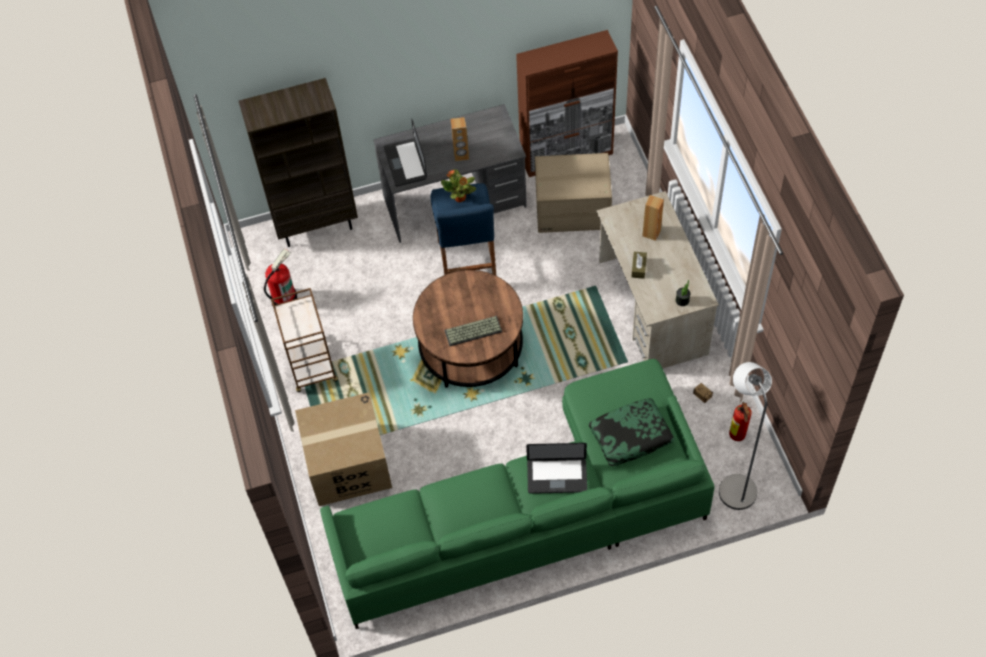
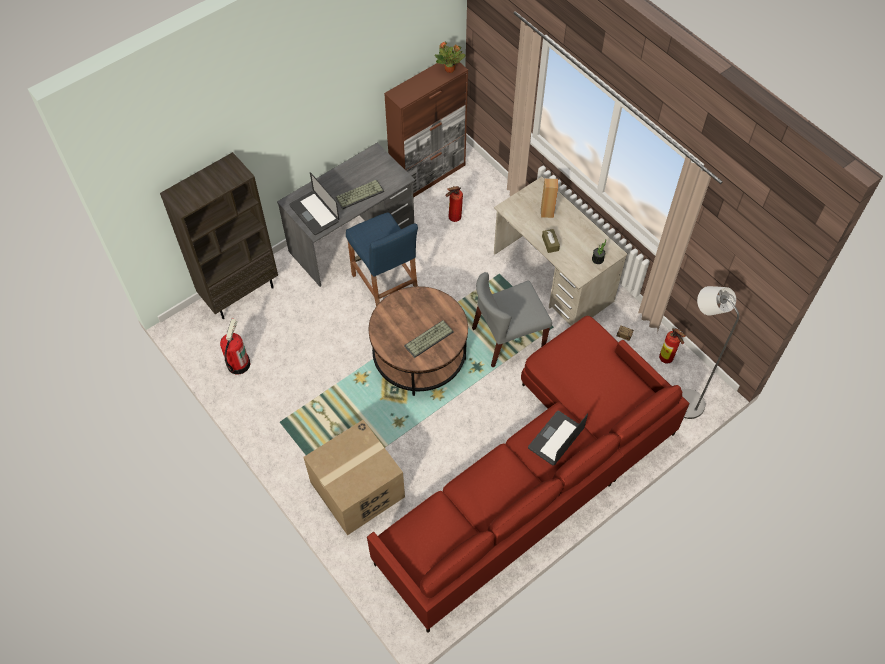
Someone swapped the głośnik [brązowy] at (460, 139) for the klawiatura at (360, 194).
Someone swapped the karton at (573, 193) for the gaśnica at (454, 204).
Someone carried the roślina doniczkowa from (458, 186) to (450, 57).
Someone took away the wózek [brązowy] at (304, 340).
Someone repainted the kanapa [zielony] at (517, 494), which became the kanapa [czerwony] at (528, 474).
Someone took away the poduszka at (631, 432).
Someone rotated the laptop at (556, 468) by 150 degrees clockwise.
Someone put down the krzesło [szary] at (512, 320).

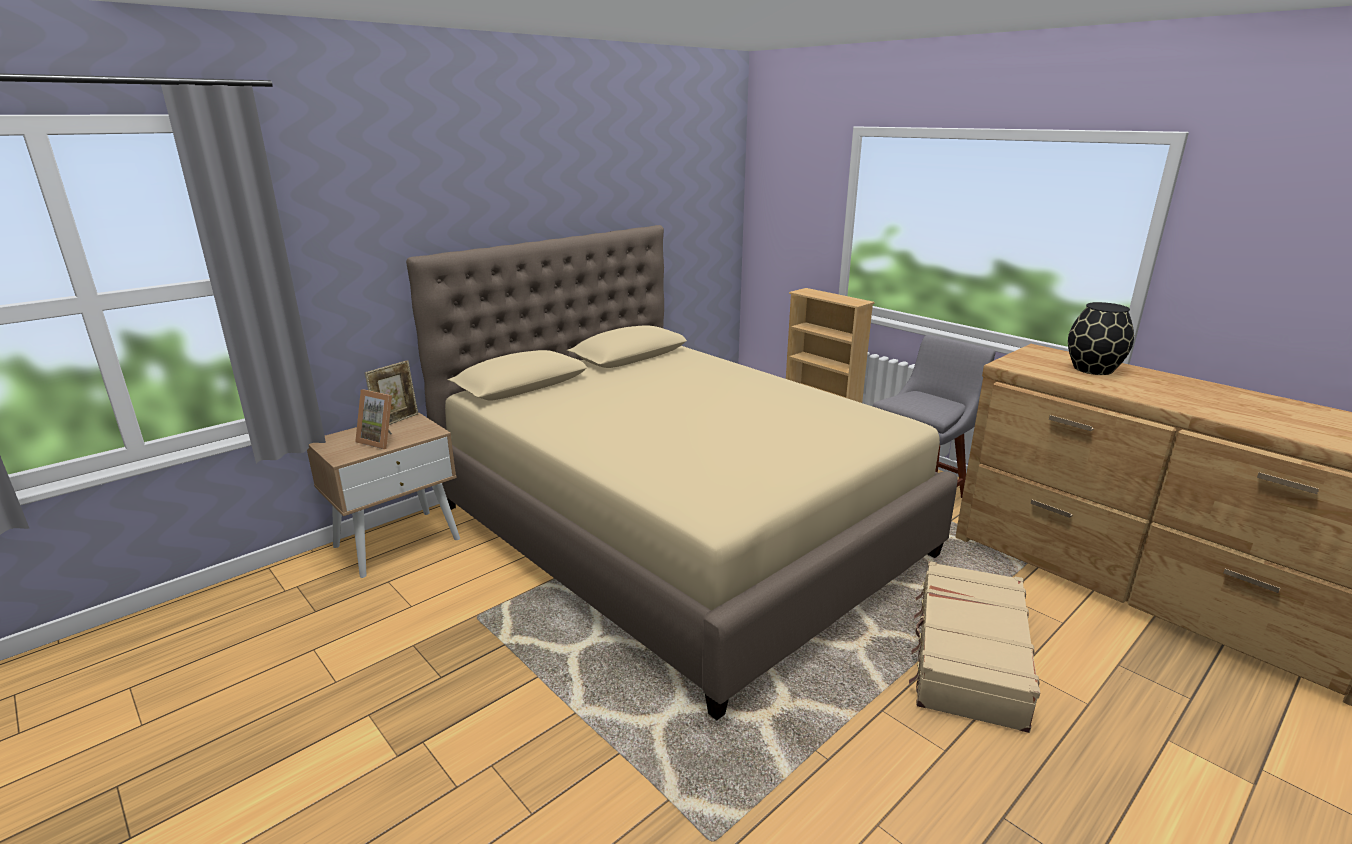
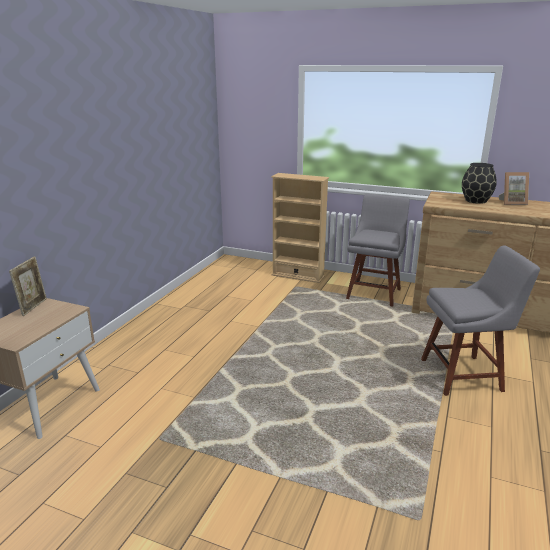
Someone took away the łóżko [beżowy] at (682, 472).
Someone carried the ramka na zdjęcie from (373, 419) to (514, 188).
Someone swapped the walizka [beżowy] at (974, 647) for the krzesło [szary] at (480, 320).

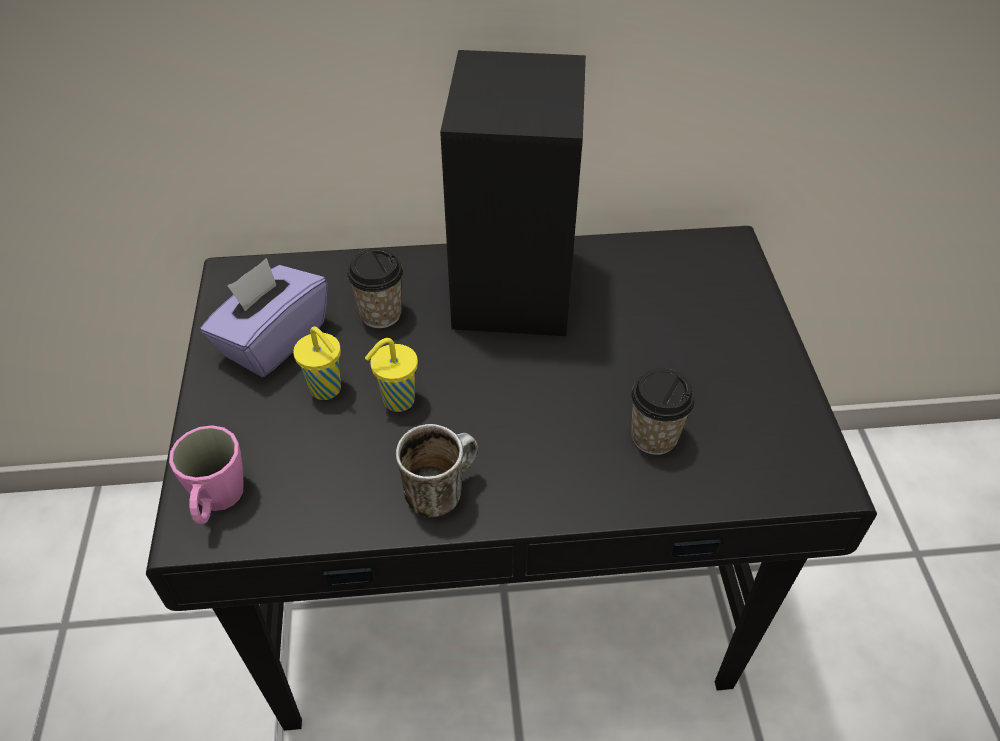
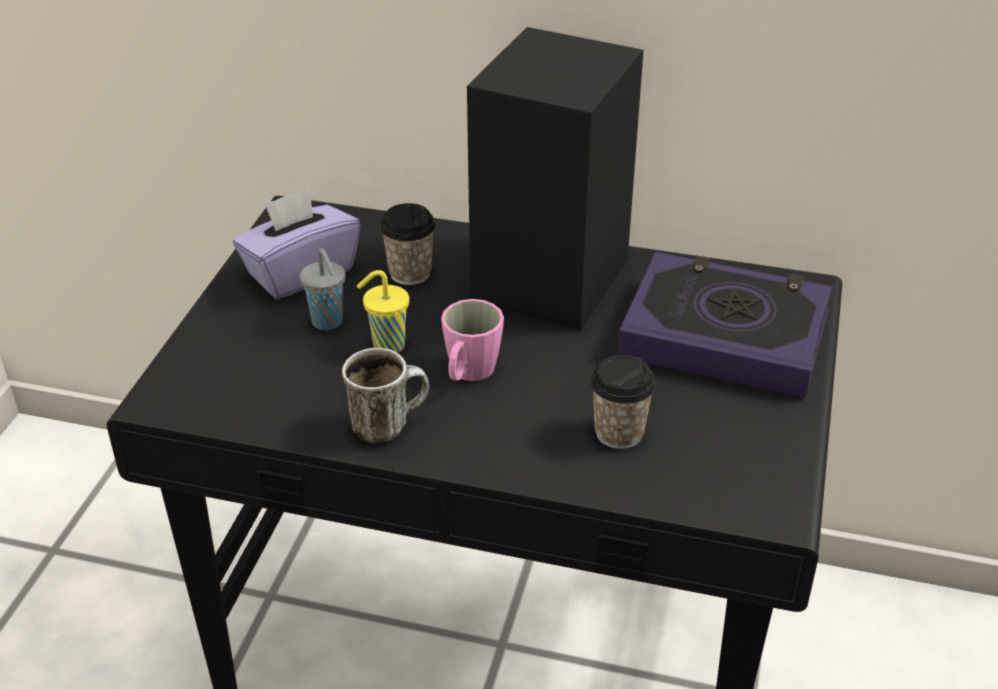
Someone repainted the filiżanka [żółty] at (317, 363), which became the filiżanka [szary] at (322, 289).
Someone carried the kubek [różowy] from (206, 474) to (472, 340).
Someone put down the książka at (725, 325).

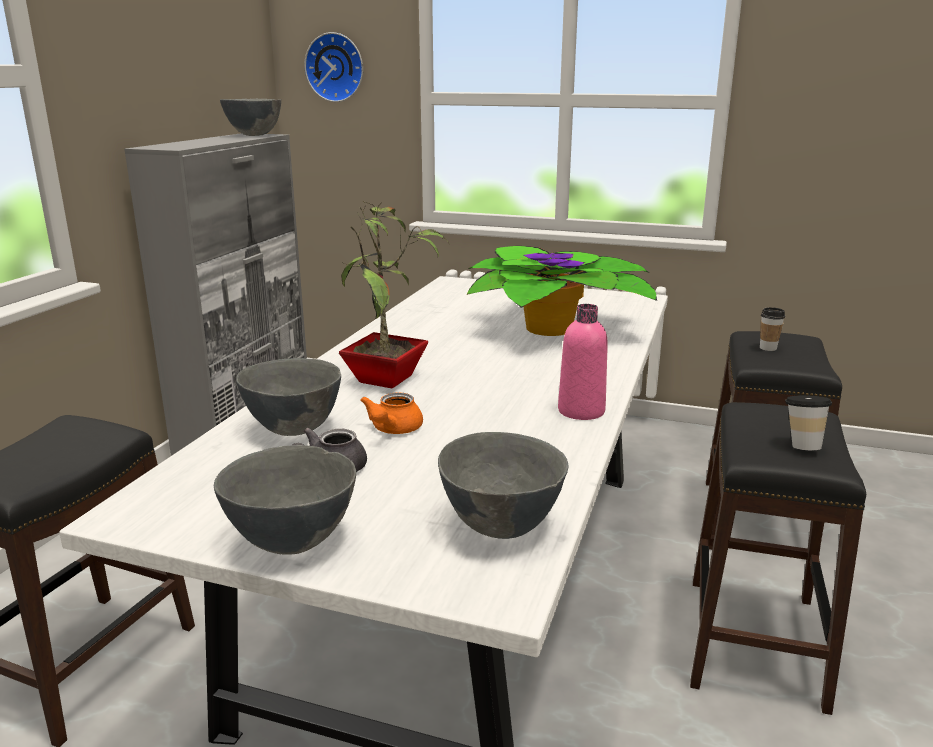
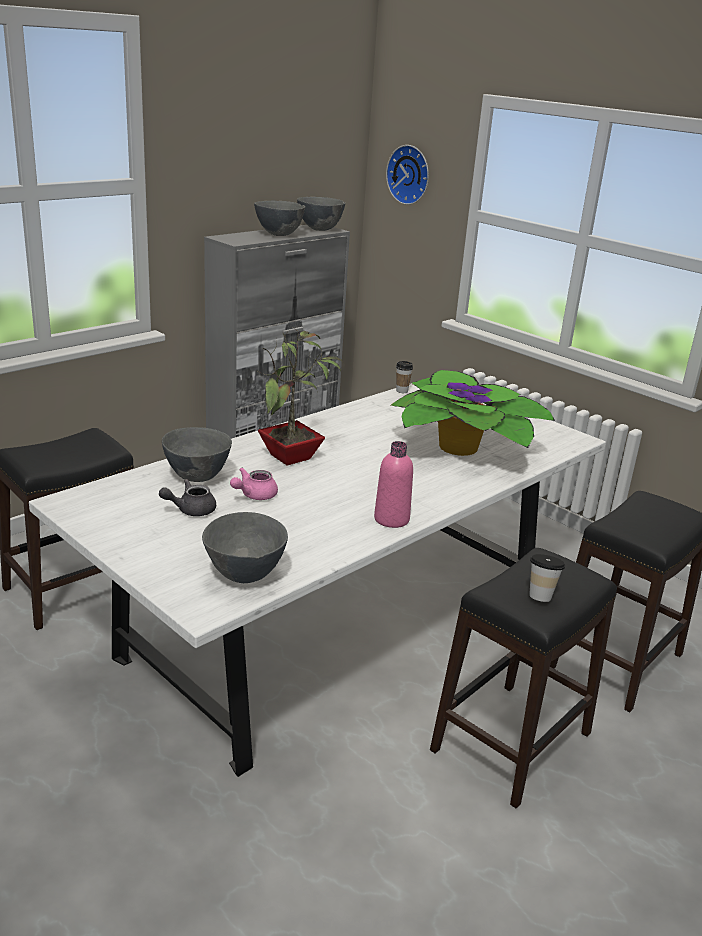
Someone carried the filiżanka from (772, 329) to (404, 377).
Someone repainted the imbryk [pomarańczowy] at (391, 413), which became the imbryk [różowy] at (254, 484).
Someone carried the miska [szary] from (285, 500) to (279, 218).

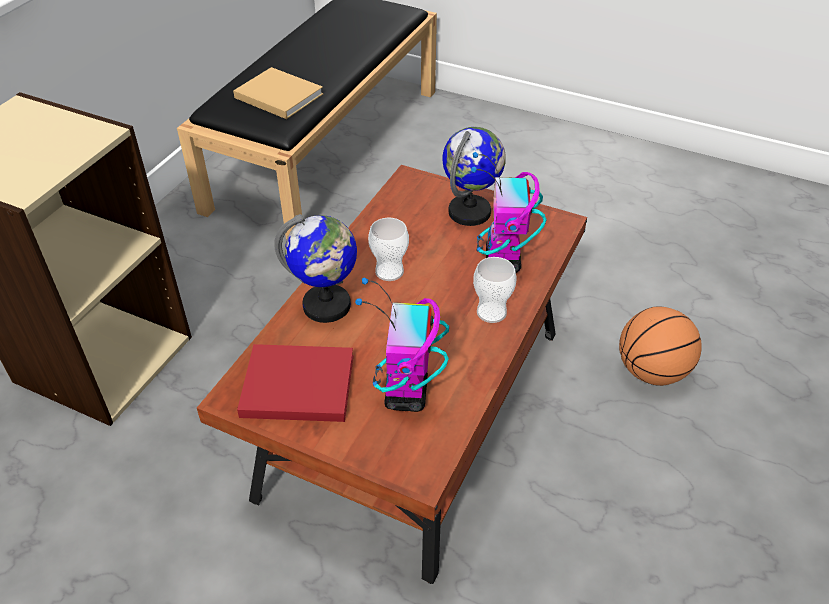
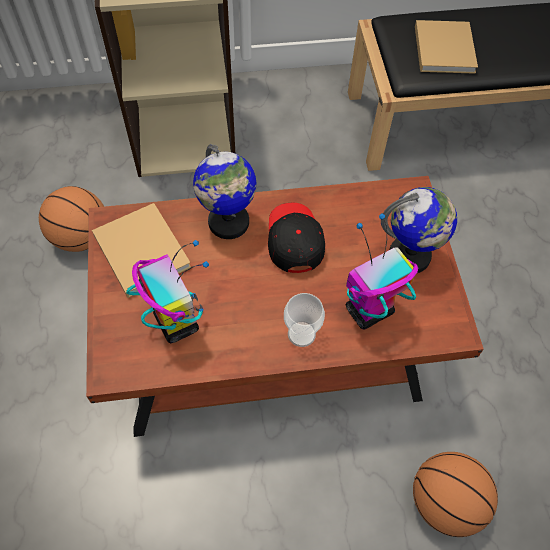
Someone swapped the filiżanka at (388, 249) for the czapka z daszkiem [czarny] at (296, 238).
Someone rotated the robot zabawkowy at (402, 345) by 90 degrees clockwise.
Someone repainted the książka [czerwony] at (295, 383), which became the książka [beżowy] at (141, 250).
Someone put down the piłka do koszykówki at (71, 219).

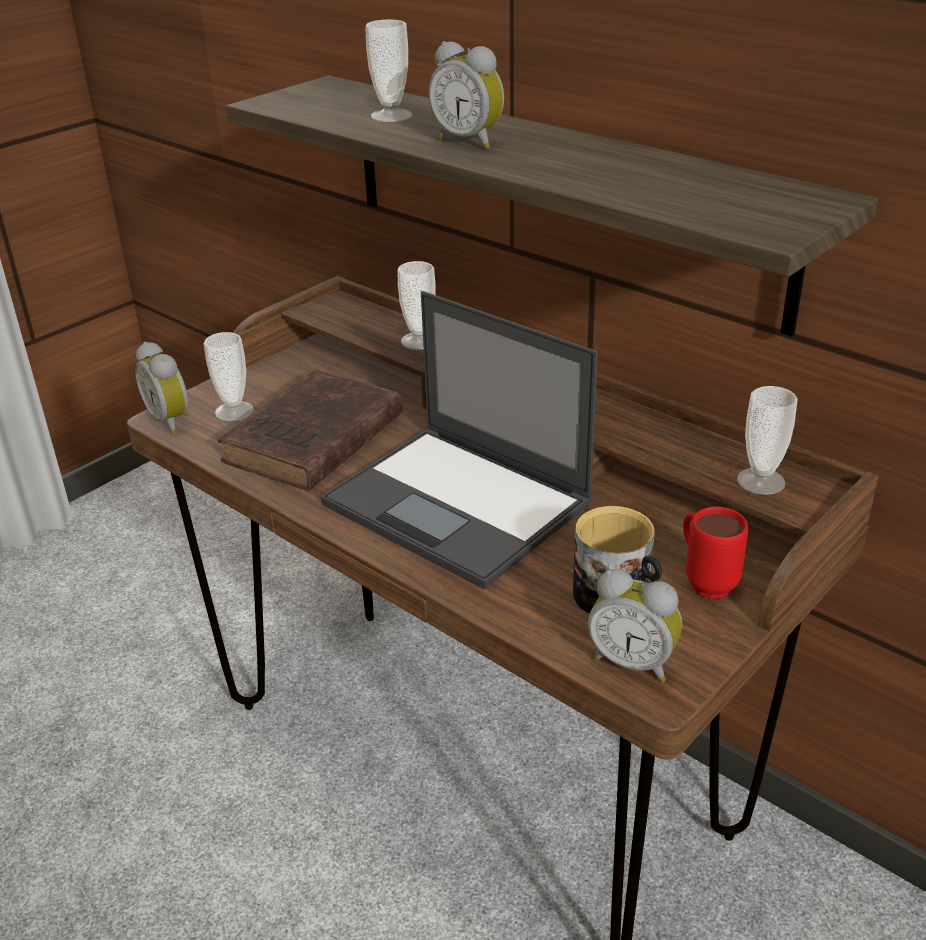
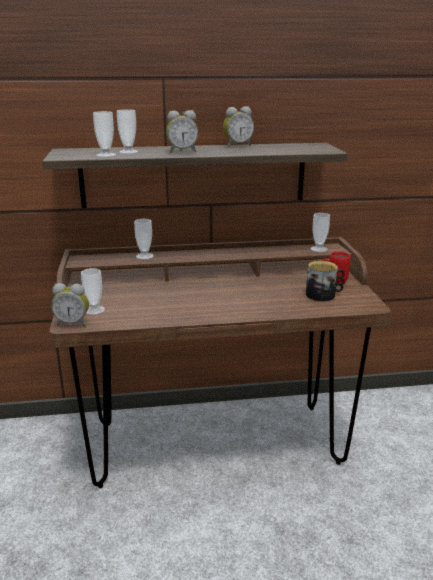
Someone took away the laptop at (459, 440).
Someone took away the książka [brązowy] at (310, 430).
Someone carried the budzik from (634, 625) to (238, 126).
Someone put down the filiżanka at (104, 134).

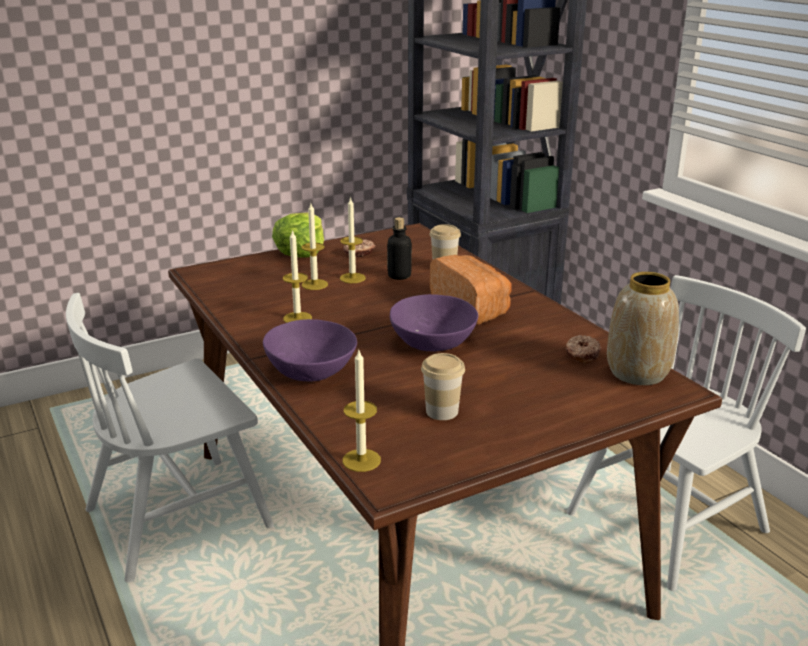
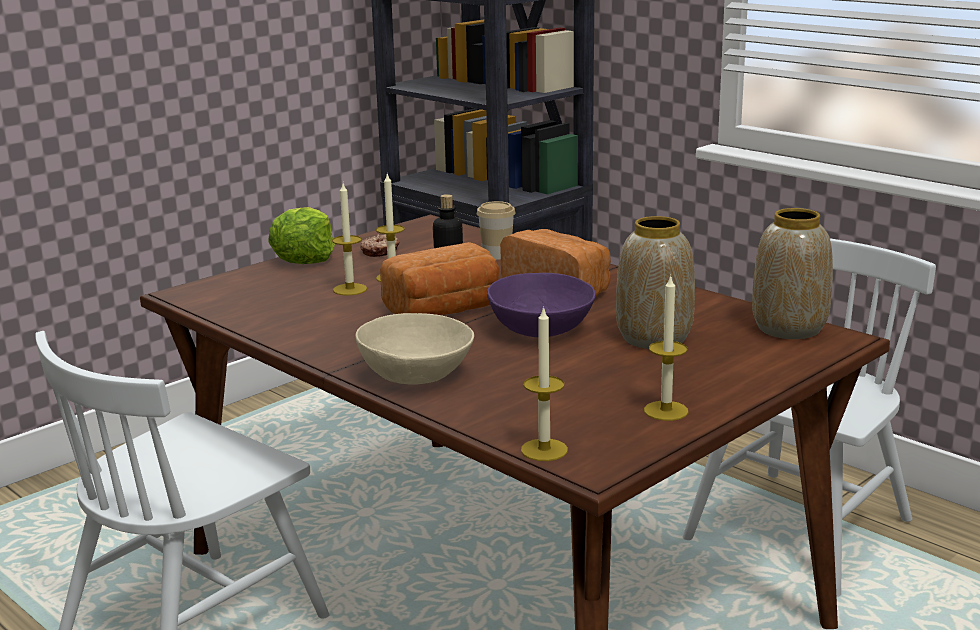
Someone carried the świeca from (297, 276) to (666, 347).
Someone repainted the miska [fioletowy] at (310, 350), which became the miska [beżowy] at (414, 349).
Someone took away the donut at (583, 349).
Someone took away the filiżanka at (443, 386).
Someone put down the wazon at (655, 282).
Someone put down the chleb at (440, 278).

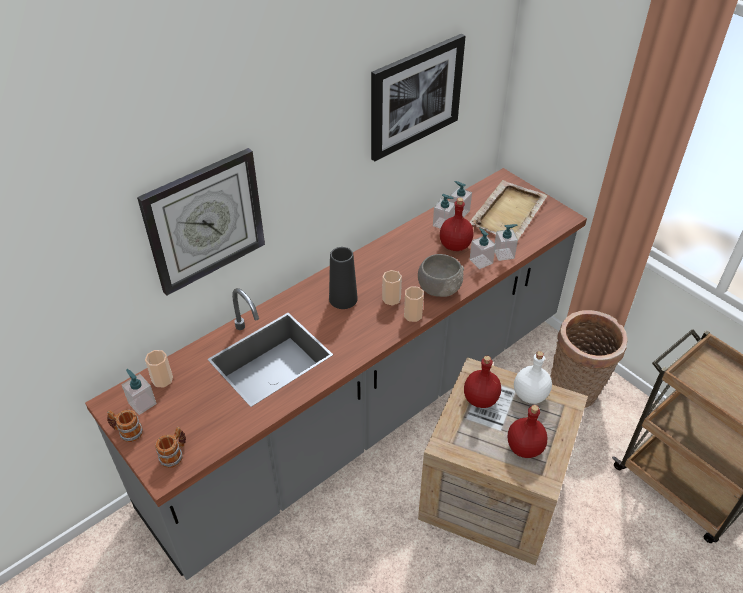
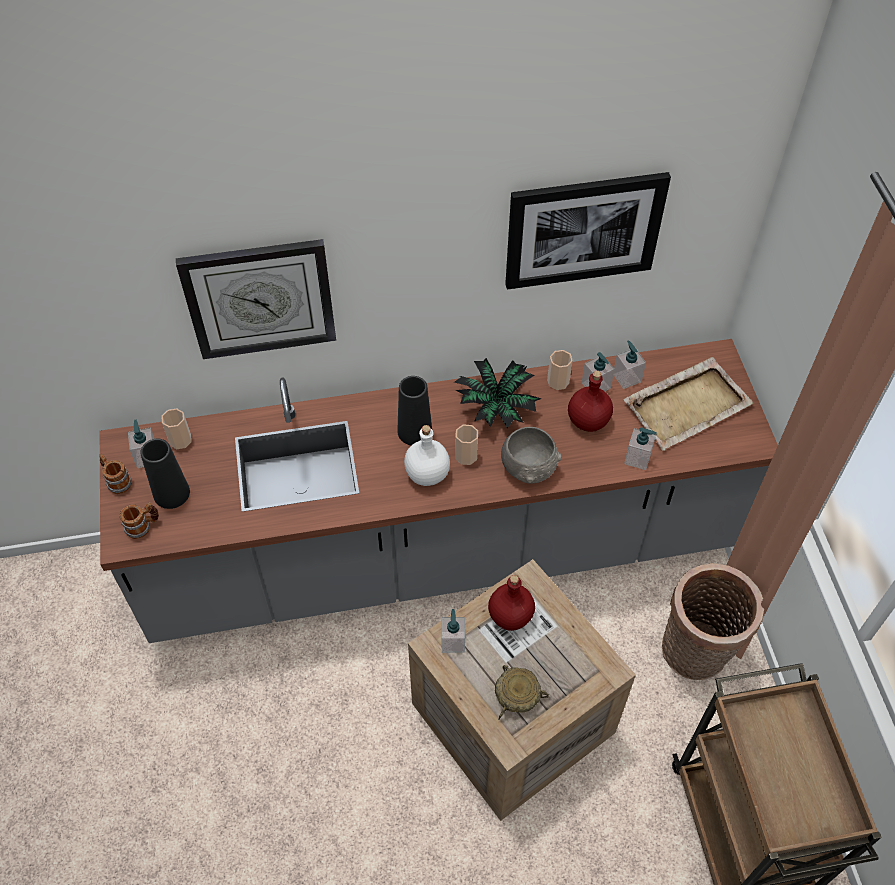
Someone carried the dozownik mydła from (483, 248) to (453, 631).
Someone carried the filiżanka from (414, 304) to (560, 370).
Someone carried the butelka [biały] from (533, 377) to (427, 455).
Someone swapped the butelka [czerwony] at (527, 431) for the miska [beżowy] at (522, 692).
Someone put down the roślina doniczkowa at (498, 393).
Someone put down the wazon [czarny] at (165, 474).

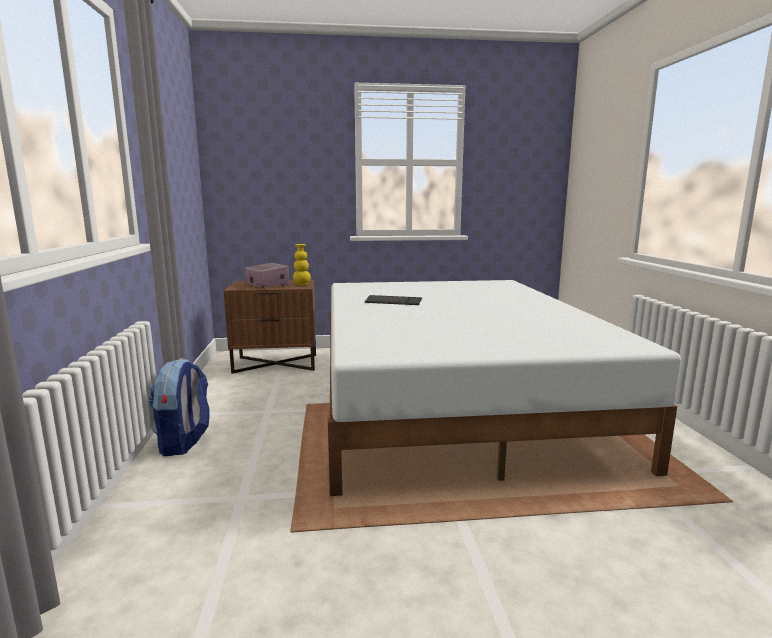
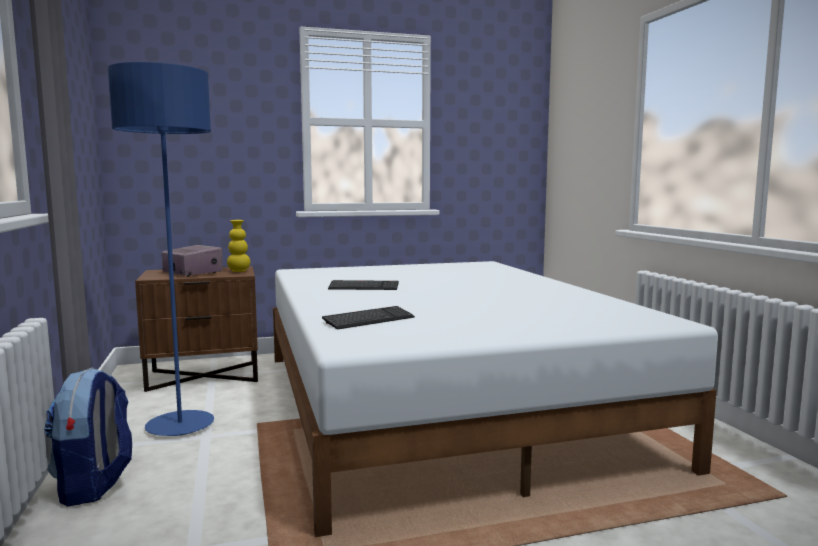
Someone put down the lampa stojąca [niebieski] at (161, 249).
Someone put down the klawiatura at (368, 318).

